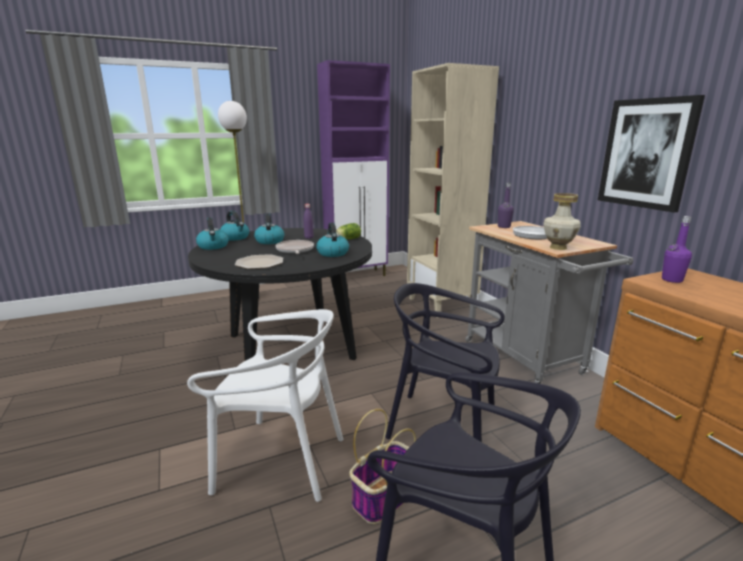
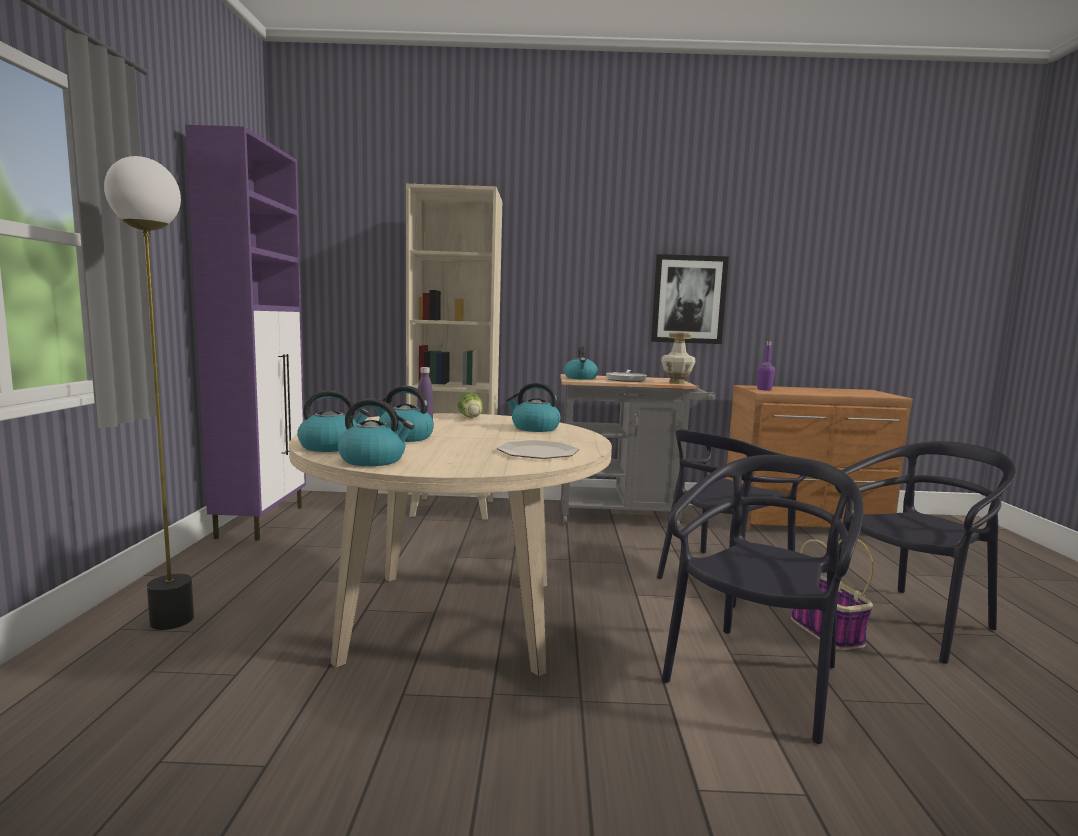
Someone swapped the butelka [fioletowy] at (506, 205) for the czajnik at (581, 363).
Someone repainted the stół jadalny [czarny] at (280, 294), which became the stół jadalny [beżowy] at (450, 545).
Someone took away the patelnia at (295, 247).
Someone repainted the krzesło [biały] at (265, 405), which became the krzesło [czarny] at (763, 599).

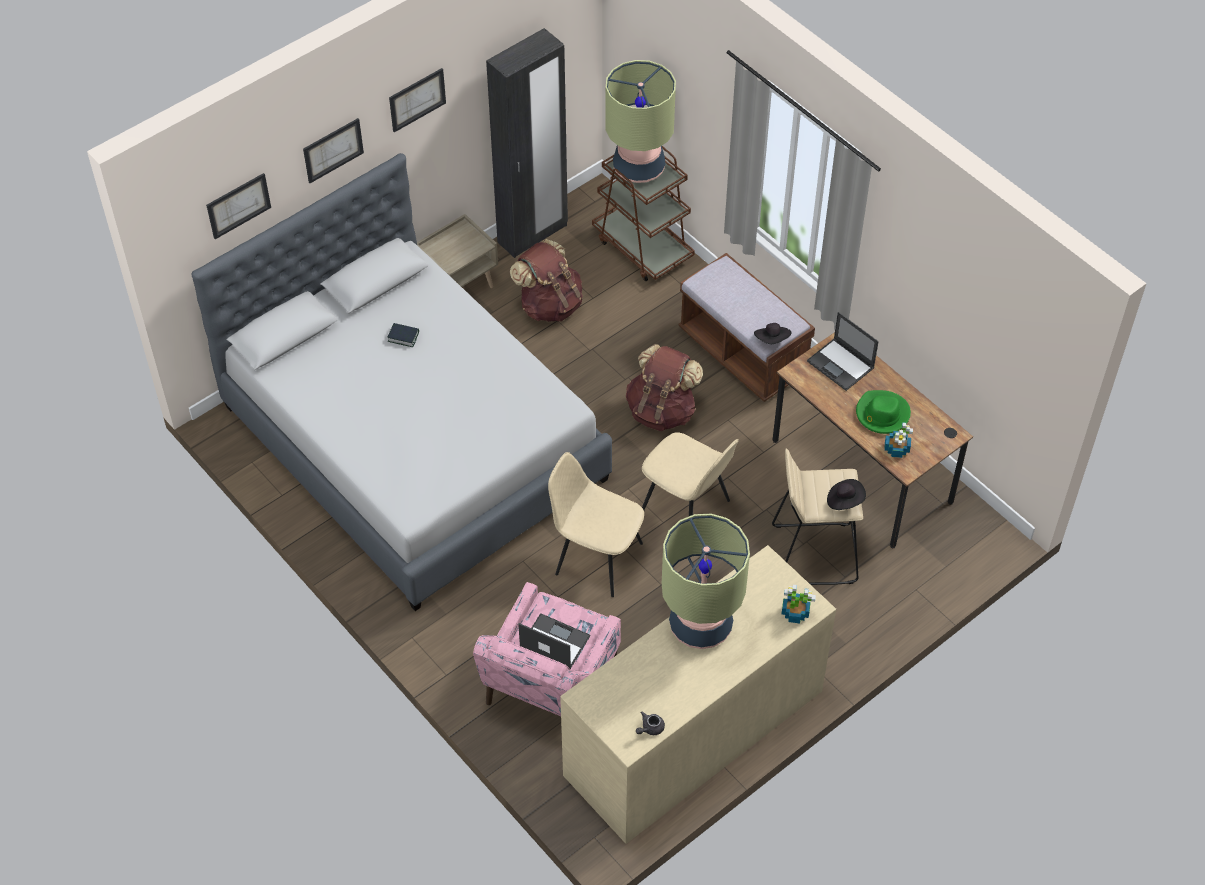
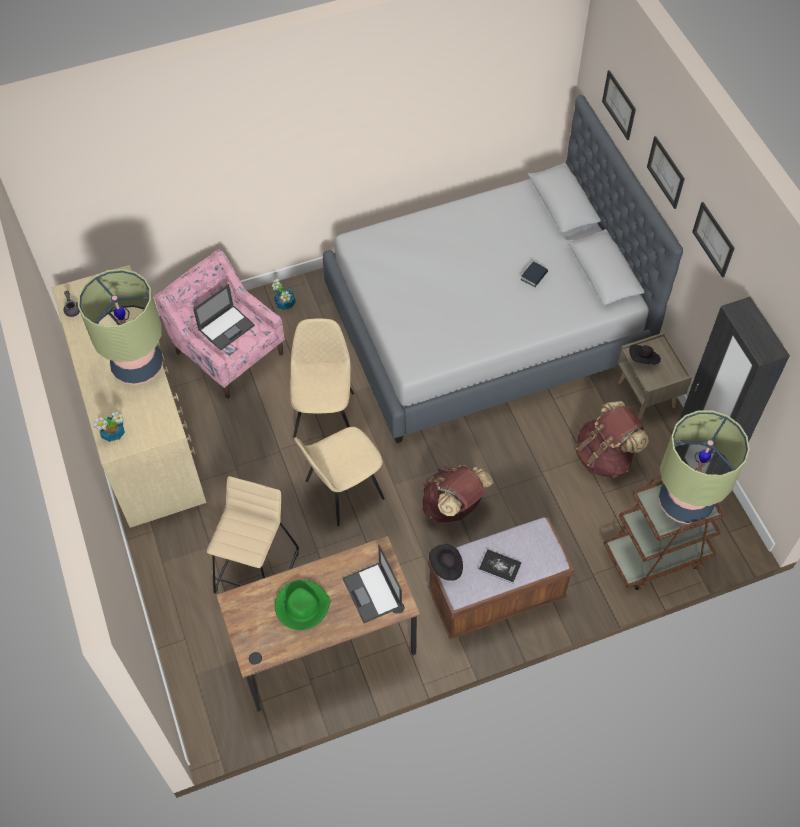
Someone rotated the laptop at (843, 351) by 90 degrees counterclockwise.
Someone carried the roślina doniczkowa from (898, 440) to (283, 294).
Someone rotated the krzesło [beżowy] at (596, 524) by 45 degrees counterclockwise.
Someone carried the kapelusz [czarny] from (846, 494) to (645, 355).
Someone put down the książka at (500, 566).

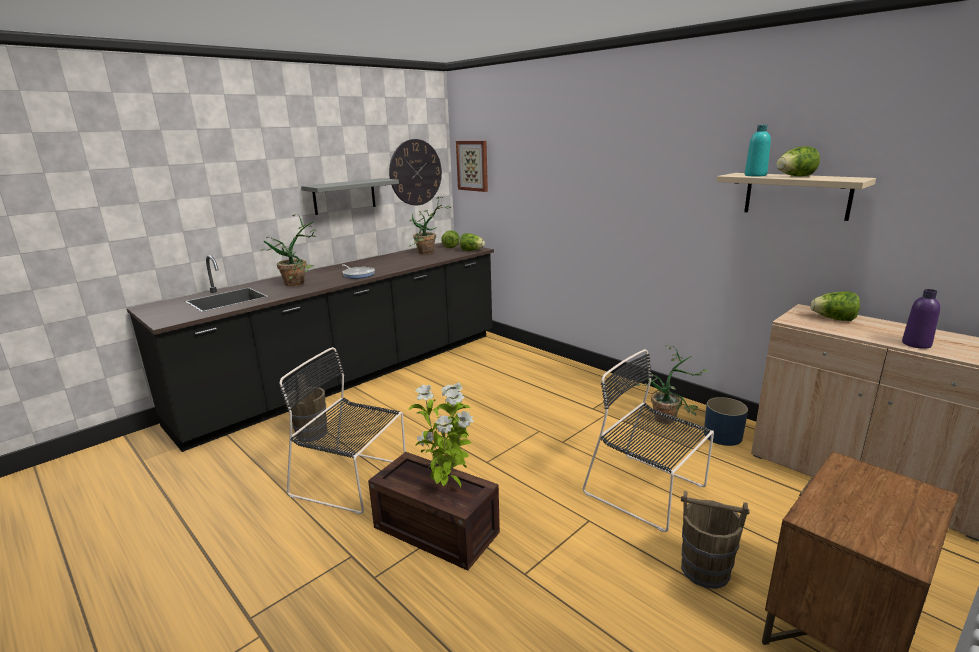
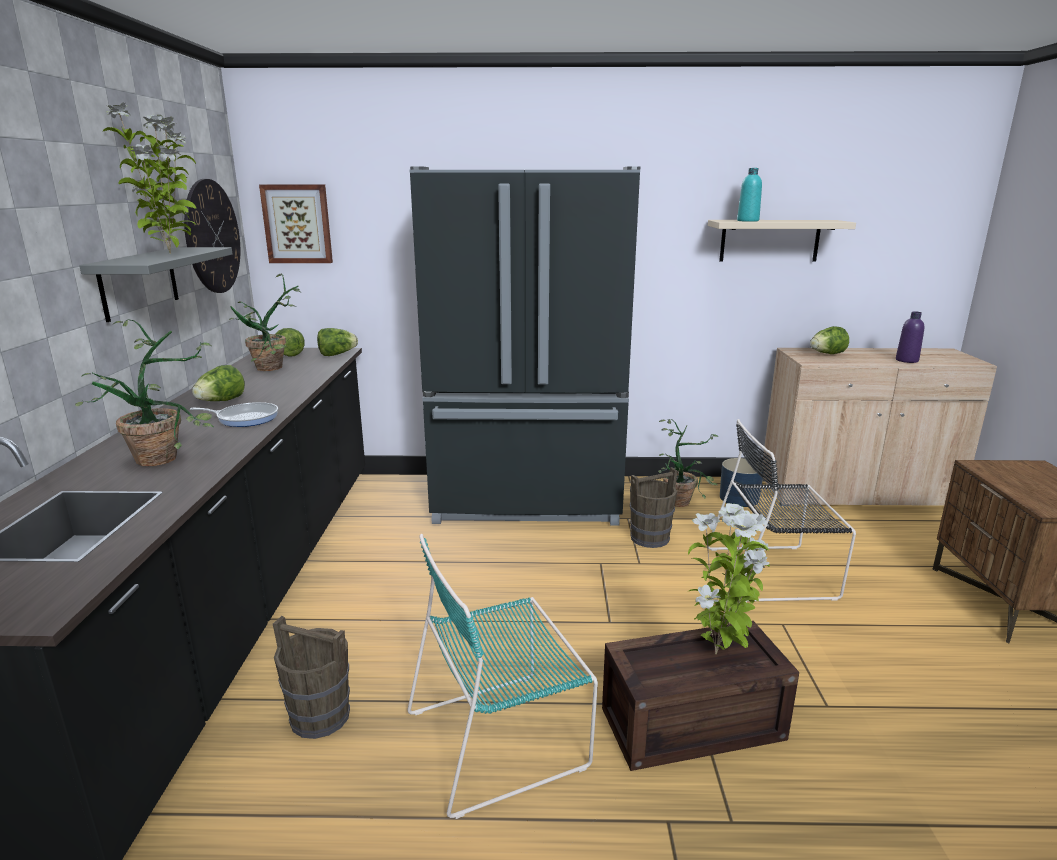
Someone carried the sałata from (798, 161) to (218, 383).
Someone repainted the krzesło [czarny] at (342, 430), which became the krzesło [turkusowy] at (502, 676).
Someone carried the wiadro [brązowy] from (715, 540) to (654, 507).
Someone put down the roślina doniczkowa at (149, 178).
Someone put down the lodówka [czarny] at (525, 345).

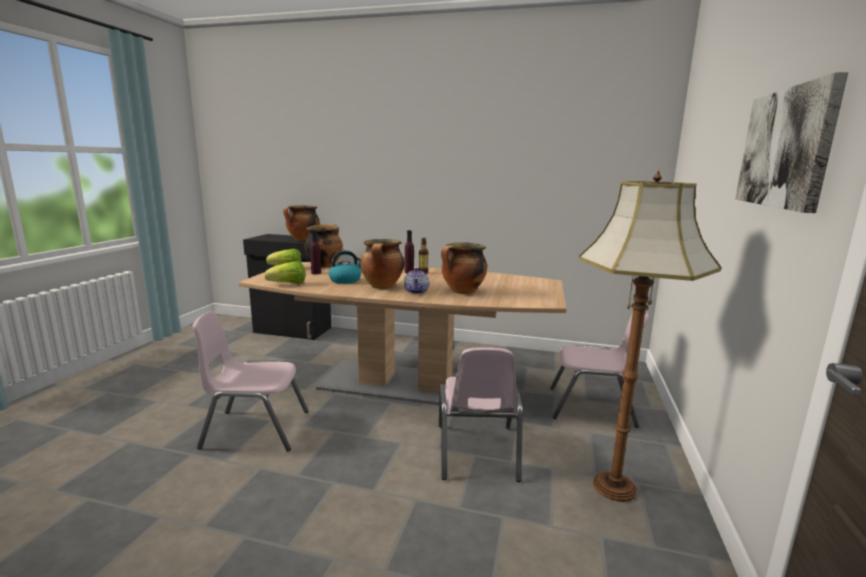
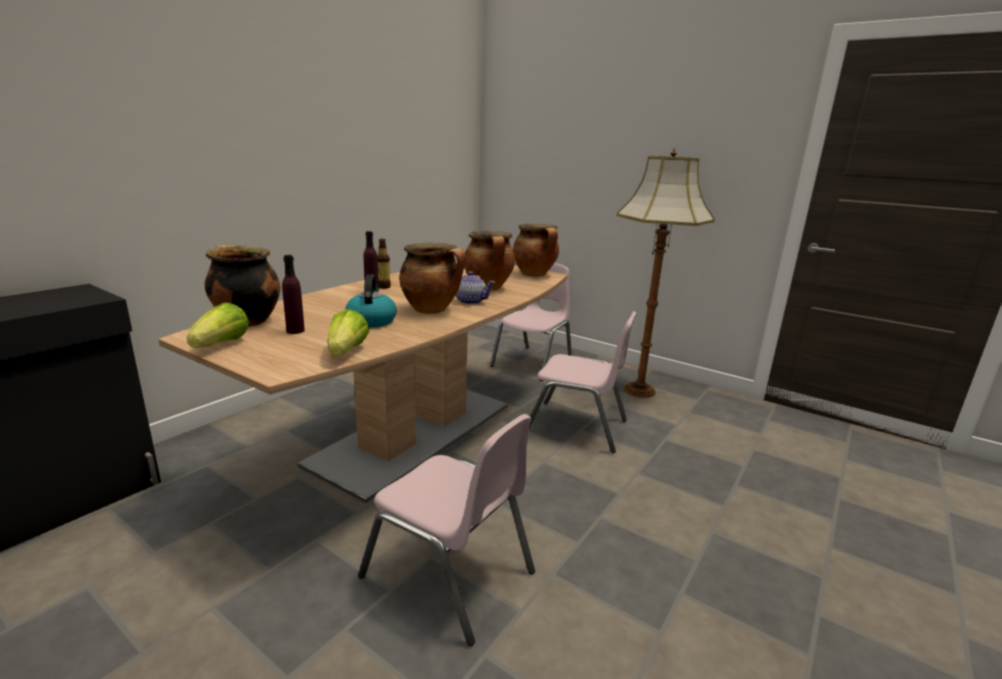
Someone took away the obraz at (791, 142).
Someone carried the garnek from (301, 223) to (536, 250).
Someone rotated the krzesło [różowy] at (250, 381) by 75 degrees counterclockwise.

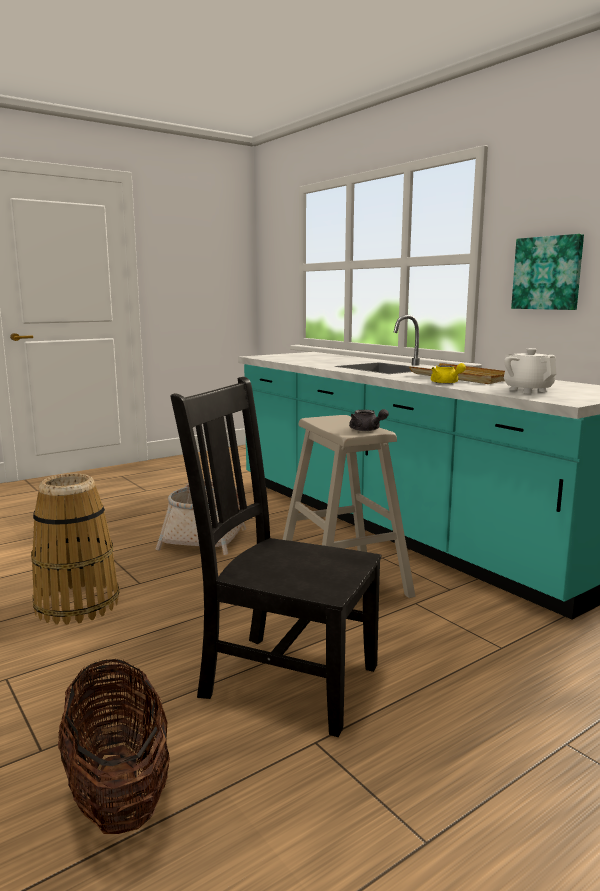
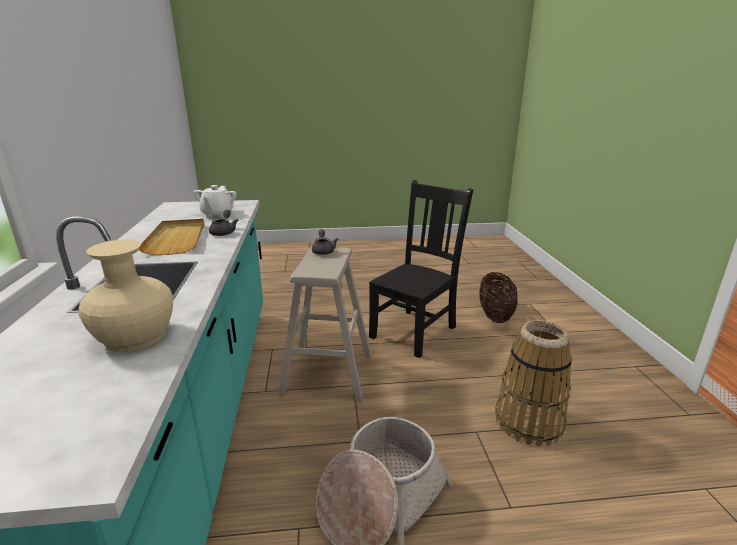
Someone took away the obraz at (547, 272).
Someone repainted the imbryk [żółty] at (448, 373), which became the imbryk [szary] at (223, 223).
Someone rotated the krzesło [czarny] at (275, 557) by 105 degrees counterclockwise.
Someone put down the wazon [beżowy] at (125, 296).

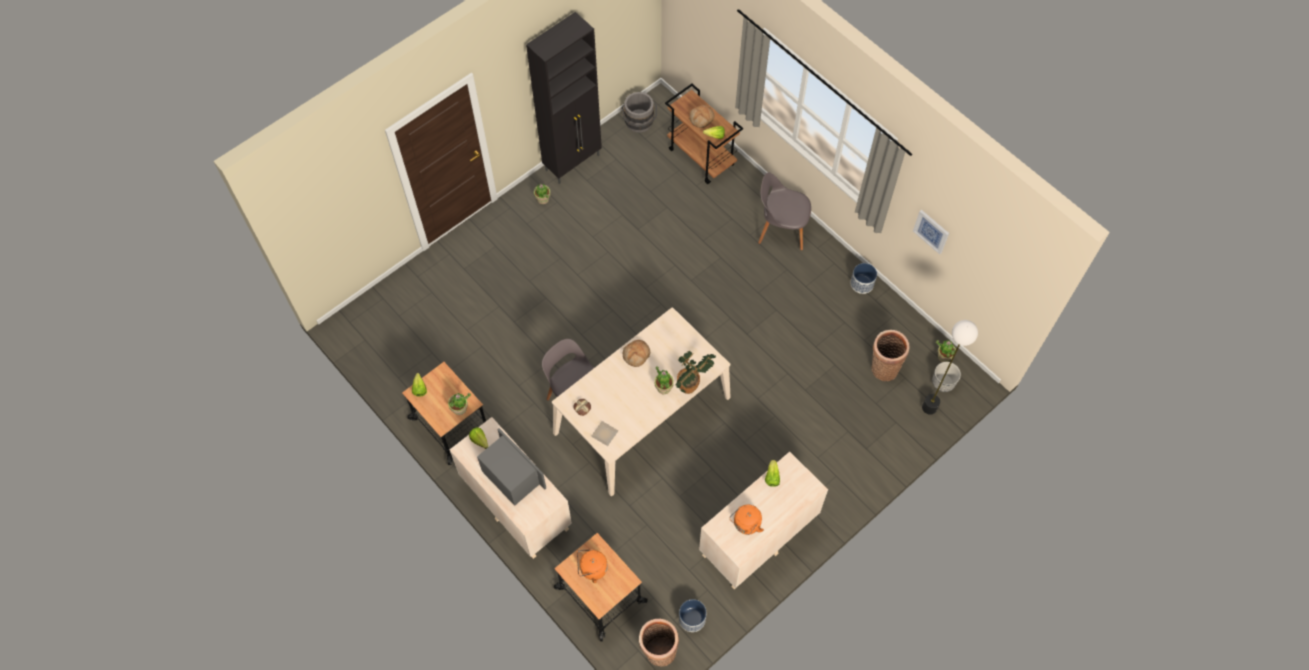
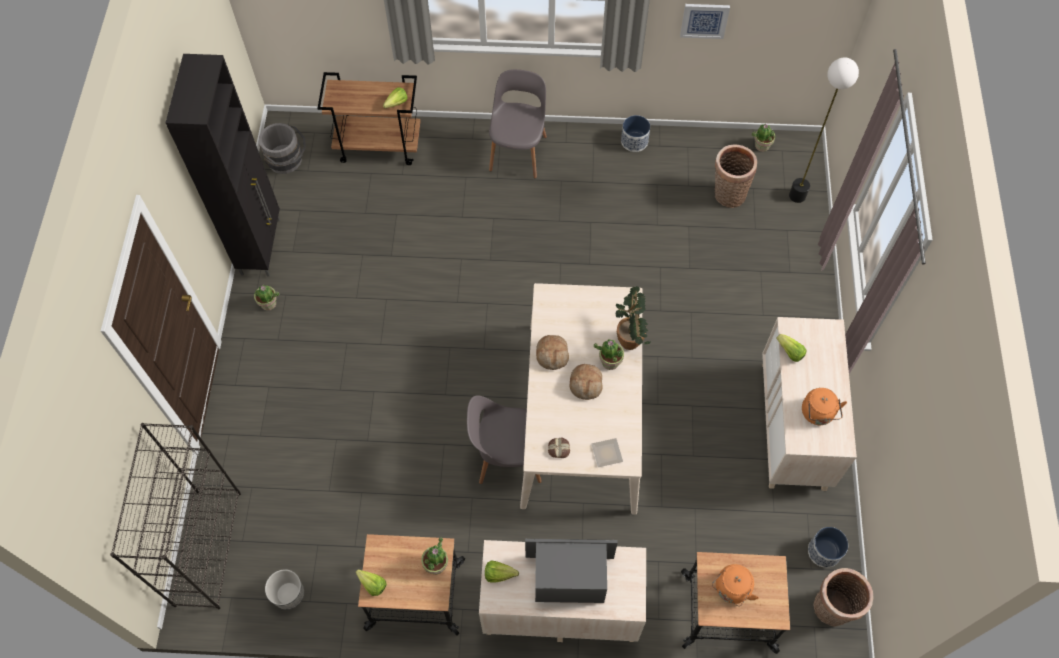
Someone carried the chleb from (702, 116) to (586, 382).
Someone rotated the krzesło [szary] at (784, 211) by 135 degrees clockwise.
Someone carried the donica from (946, 377) to (284, 589).
Someone put down the regał [czarny] at (175, 516).

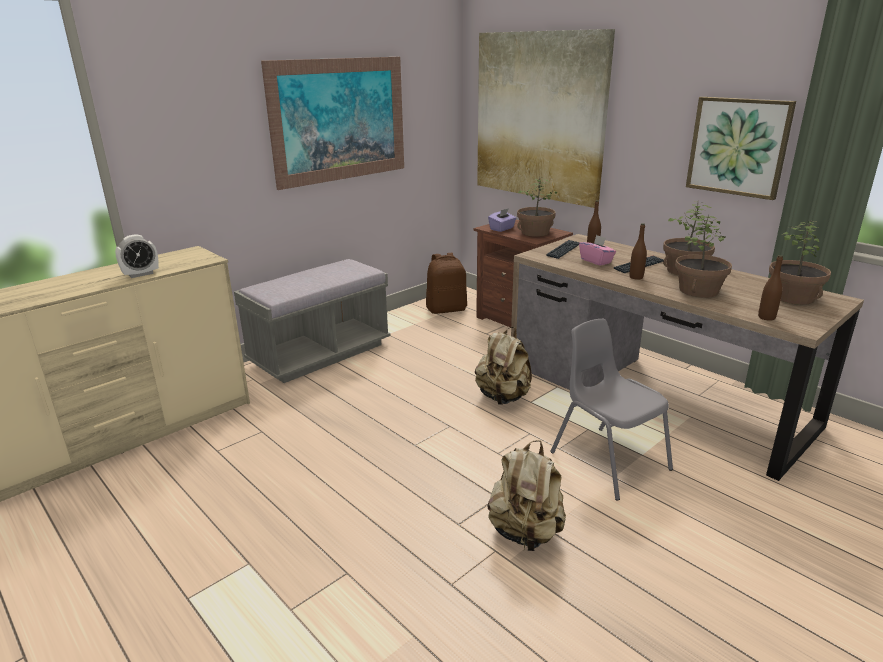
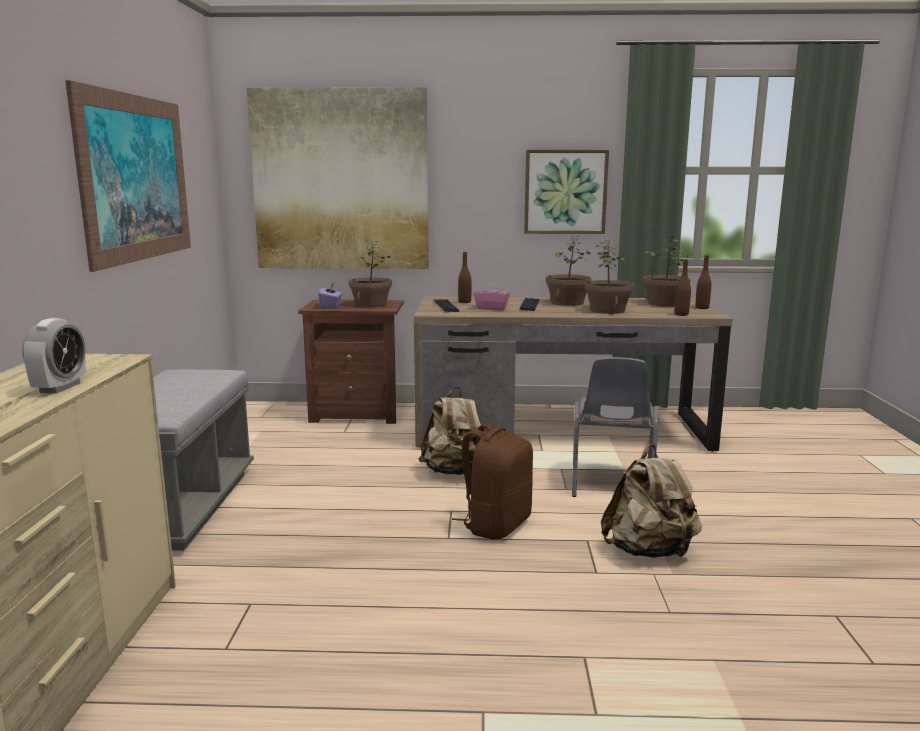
Someone carried the butelka [brązowy] from (638, 251) to (703, 282).
Someone carried the plecak [brązowy] from (446, 283) to (492, 481).
Someone rotated the krzesło [szary] at (612, 410) by 90 degrees counterclockwise.

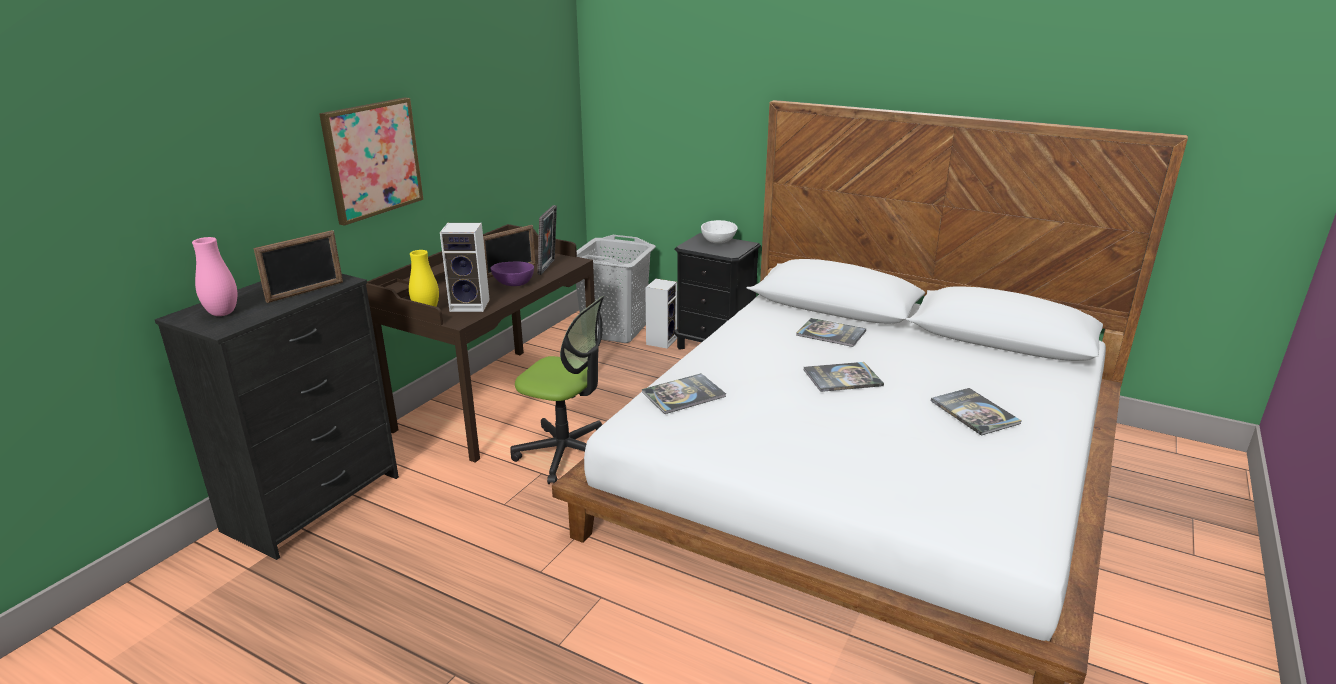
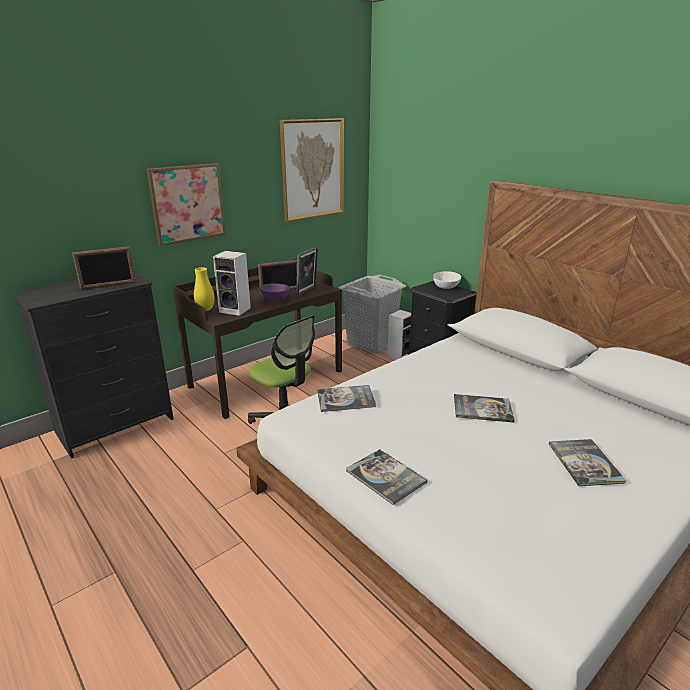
Someone took away the wazon [różowy] at (214, 276).
Someone carried the książka from (831, 332) to (386, 477).
Someone put up the obraz at (312, 170).

